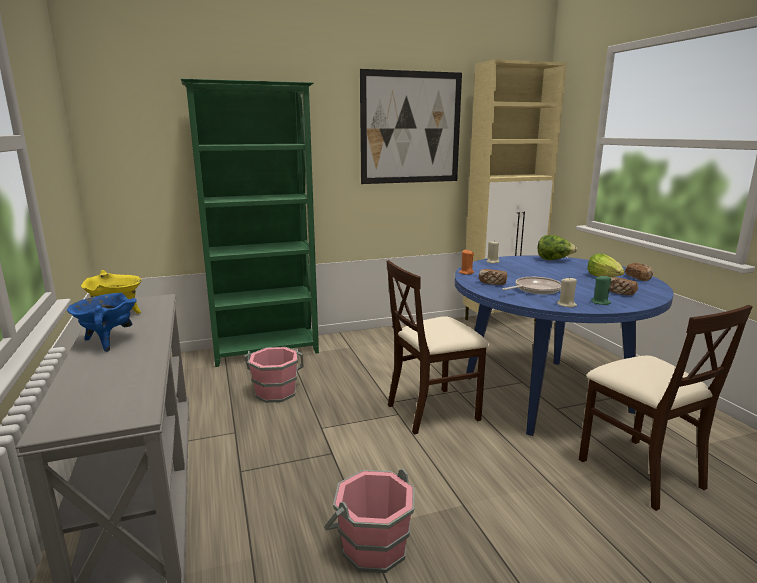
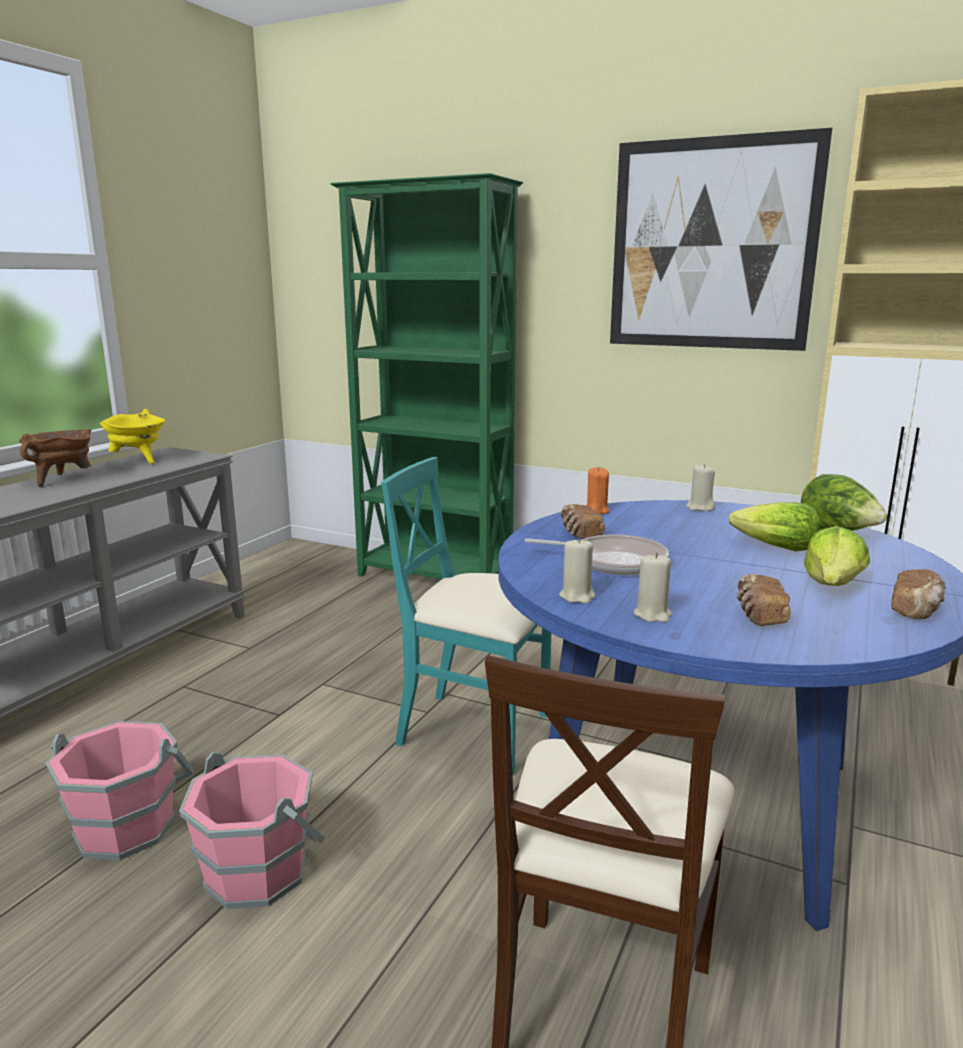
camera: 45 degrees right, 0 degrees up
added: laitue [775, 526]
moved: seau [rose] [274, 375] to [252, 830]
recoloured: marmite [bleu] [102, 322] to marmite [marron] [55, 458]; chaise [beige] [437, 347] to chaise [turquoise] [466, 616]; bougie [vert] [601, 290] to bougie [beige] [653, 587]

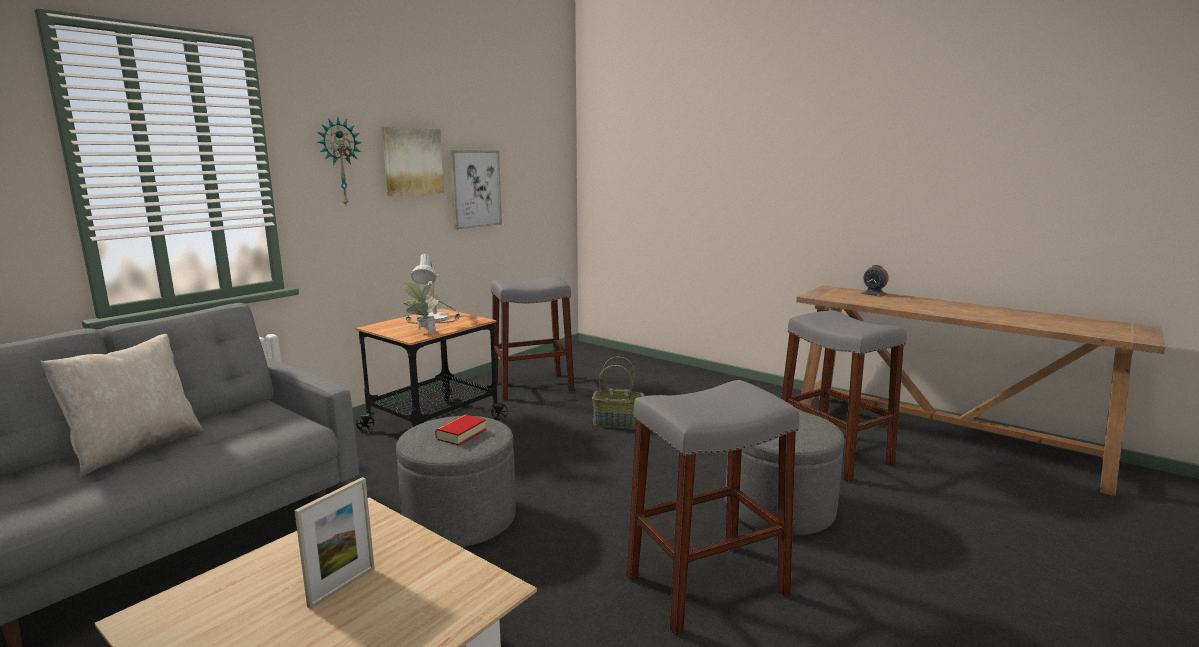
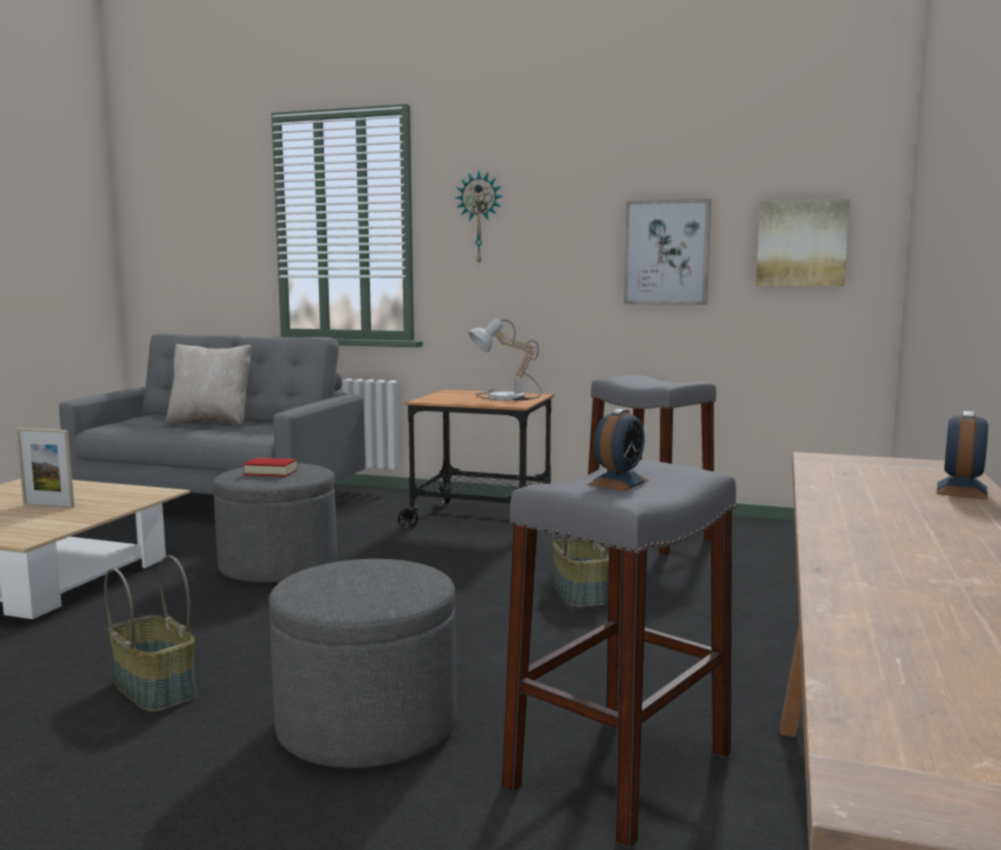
camera: 70 degrees right, 5 degrees down
removed: plante en pot [421, 307]
added: réveil [618, 450]
moved: tableau [413, 161] to [803, 242]
replaced: tabouret [gris] [713, 508] to panier [150, 633]

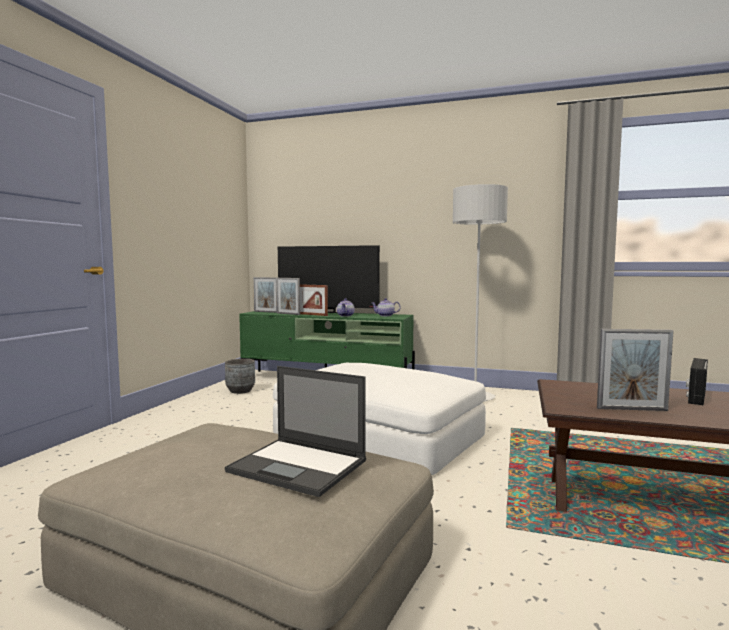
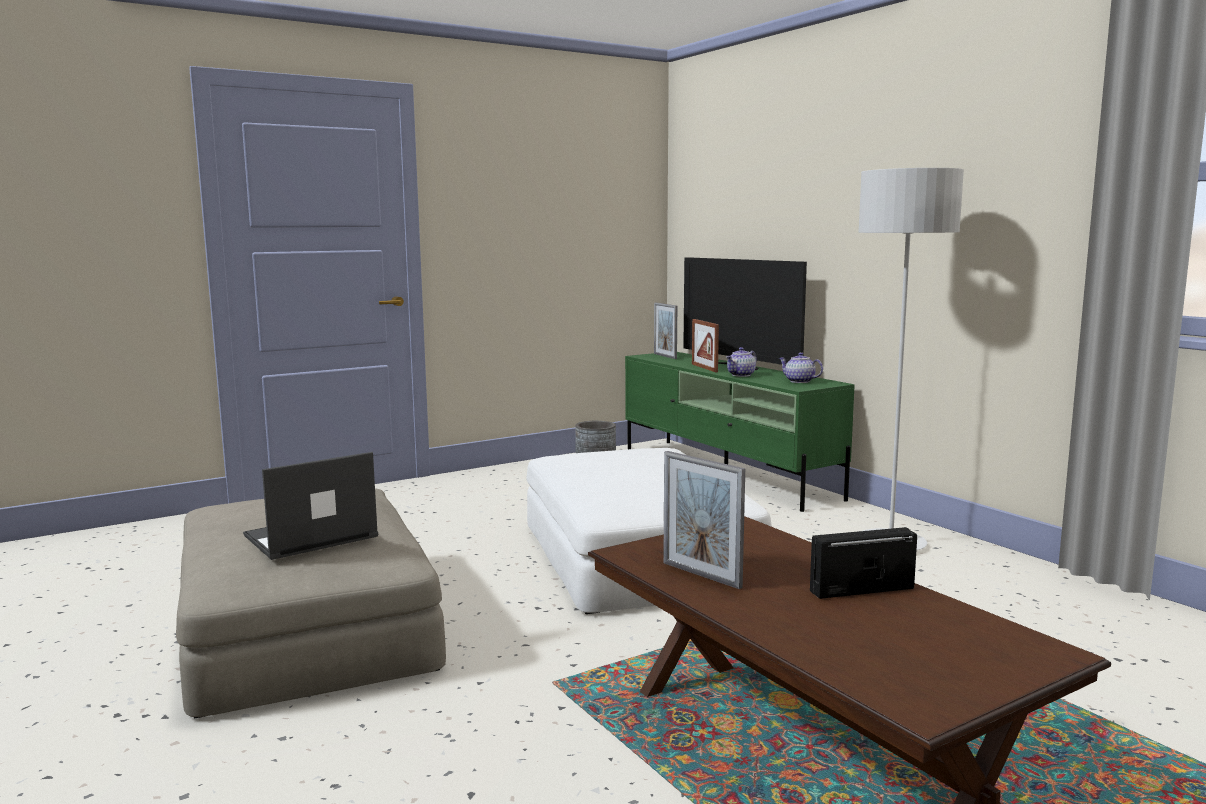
camera: 40 degrees right, 5 degrees up
removed: cadre photo [288, 296]
turned: ordinateur portable [295, 431] = [310, 506] 75 degrees clockwise

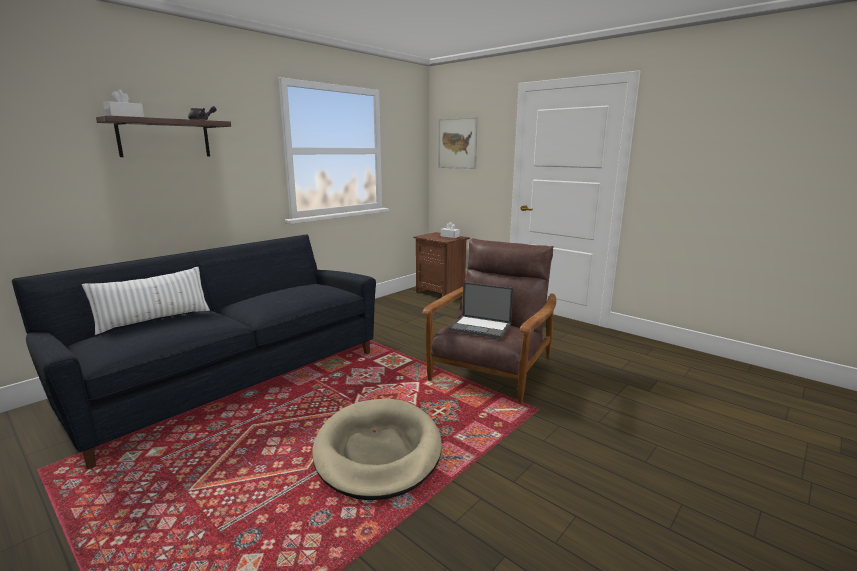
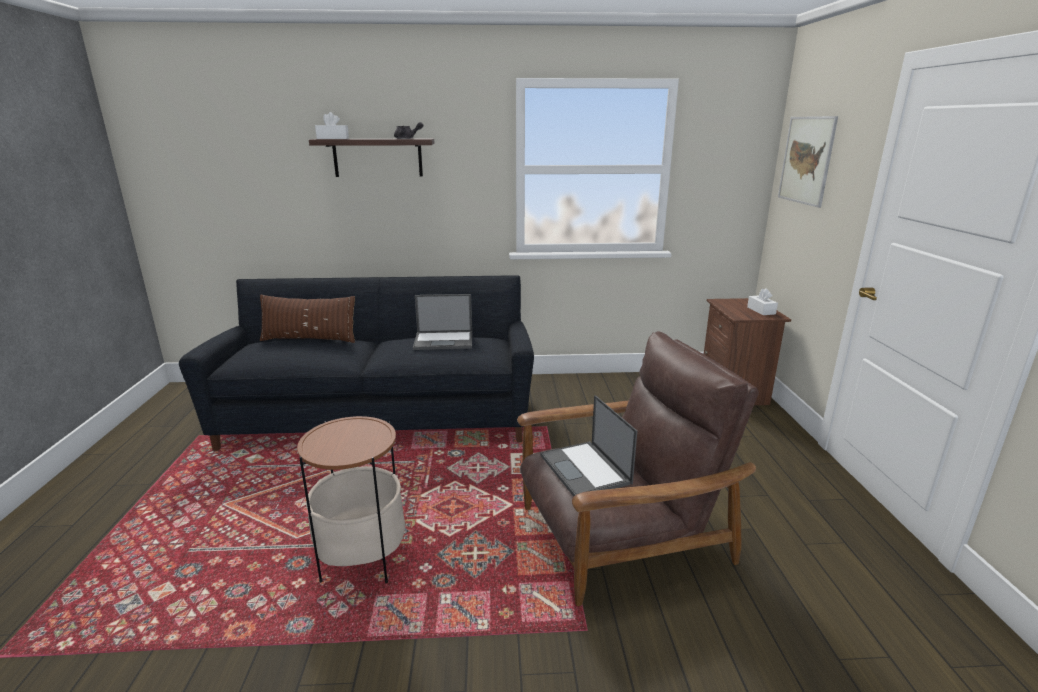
camera: 45 degrees right, 5 degrees up
added: ordinateur portable [442, 322]
replaced: panier pour chien [beige] [377, 449] to table d'appoint [351, 499]
recoloured: coussin [blanc] [146, 301] to coussin [marron] [307, 319]

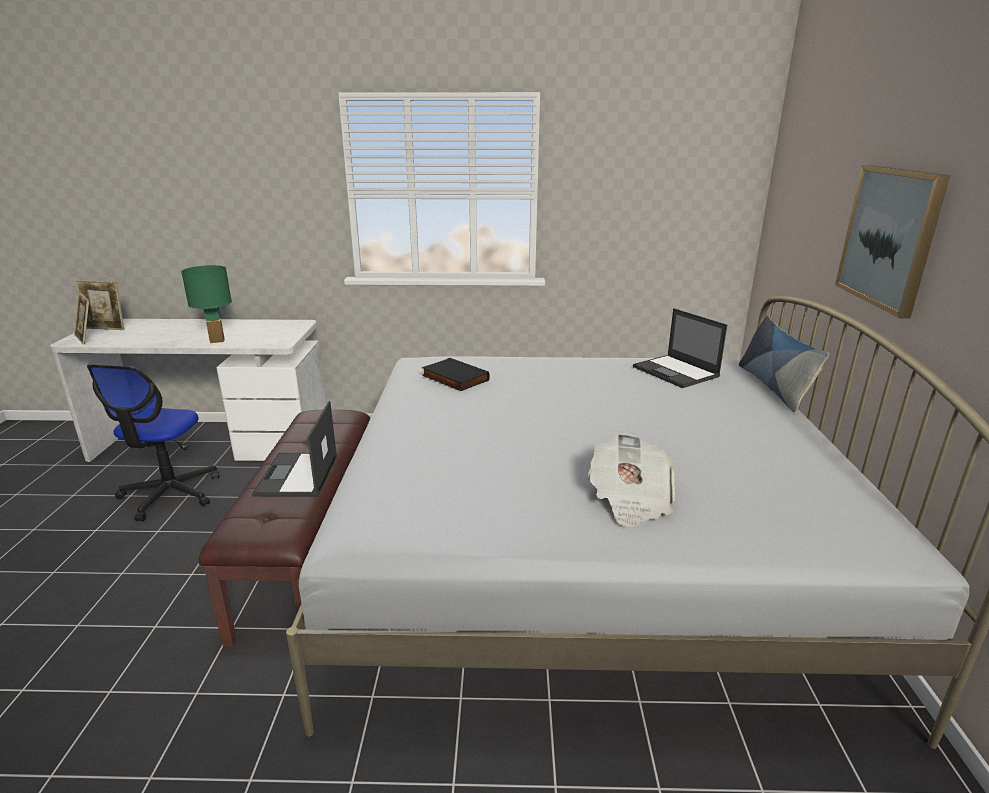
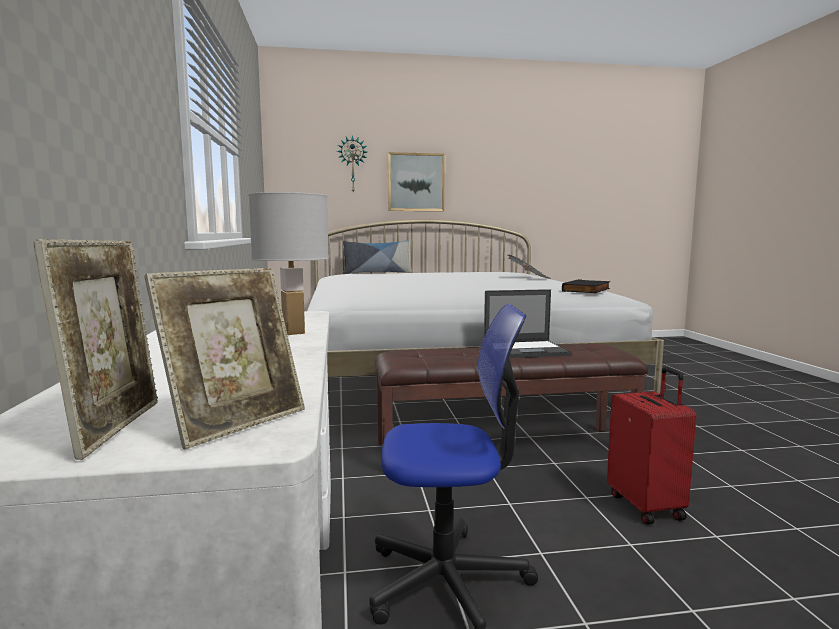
camera: 100 degrees left, 15 degrees down
removed: ordinateur portable [680, 348]
added: horloge murale [352, 164]; valise [rouge] [651, 446]
moved: livre [noir] [456, 374] to [586, 286]
recoloured: lampe de table [vert] [206, 304] to lampe de table [blanc] [288, 263]

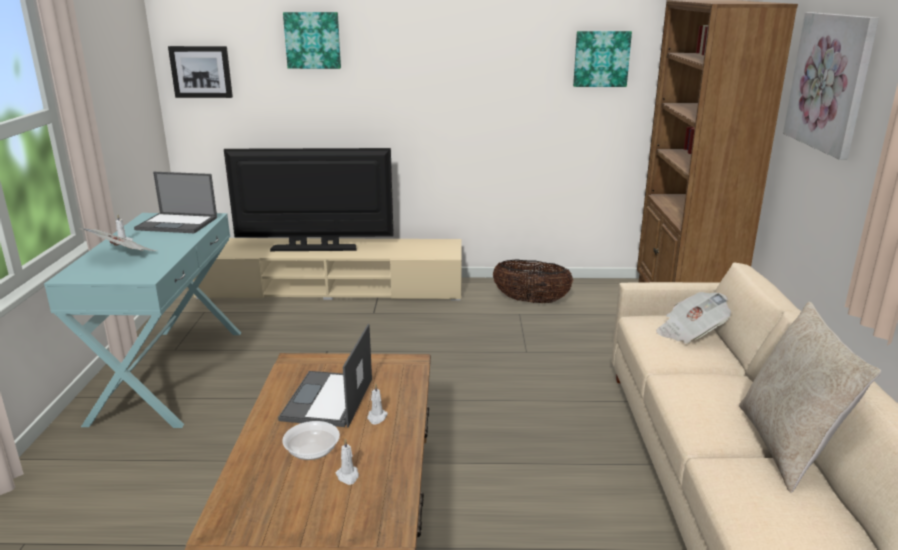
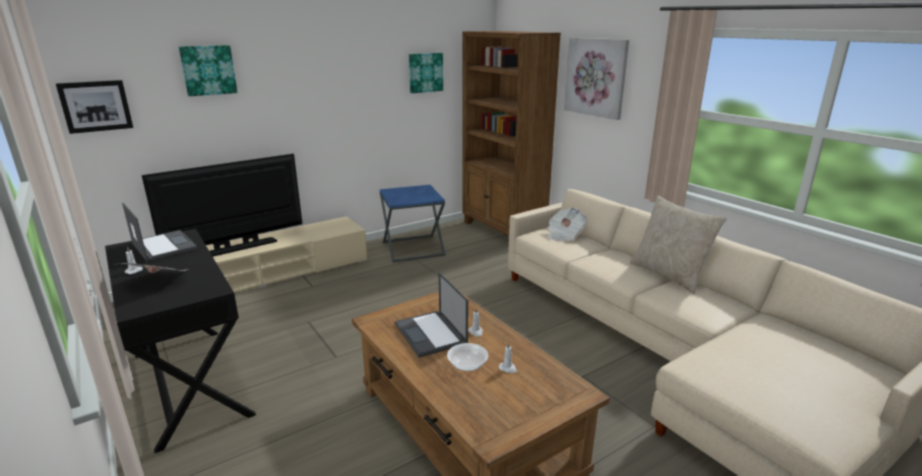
camera: 35 degrees left, 0 degrees up
replaced: panier [533, 281] to table d'appoint [bleu] [412, 223]
recoloured: table console [turquoise] [142, 320] to table console [noir] [180, 341]
turned: ordinateur portable [175, 202] = [160, 232] 105 degrees counterclockwise

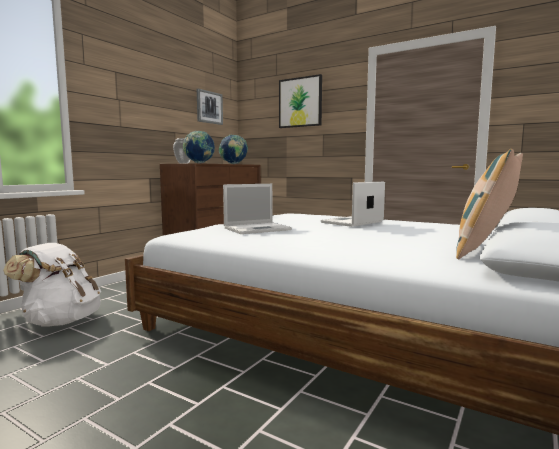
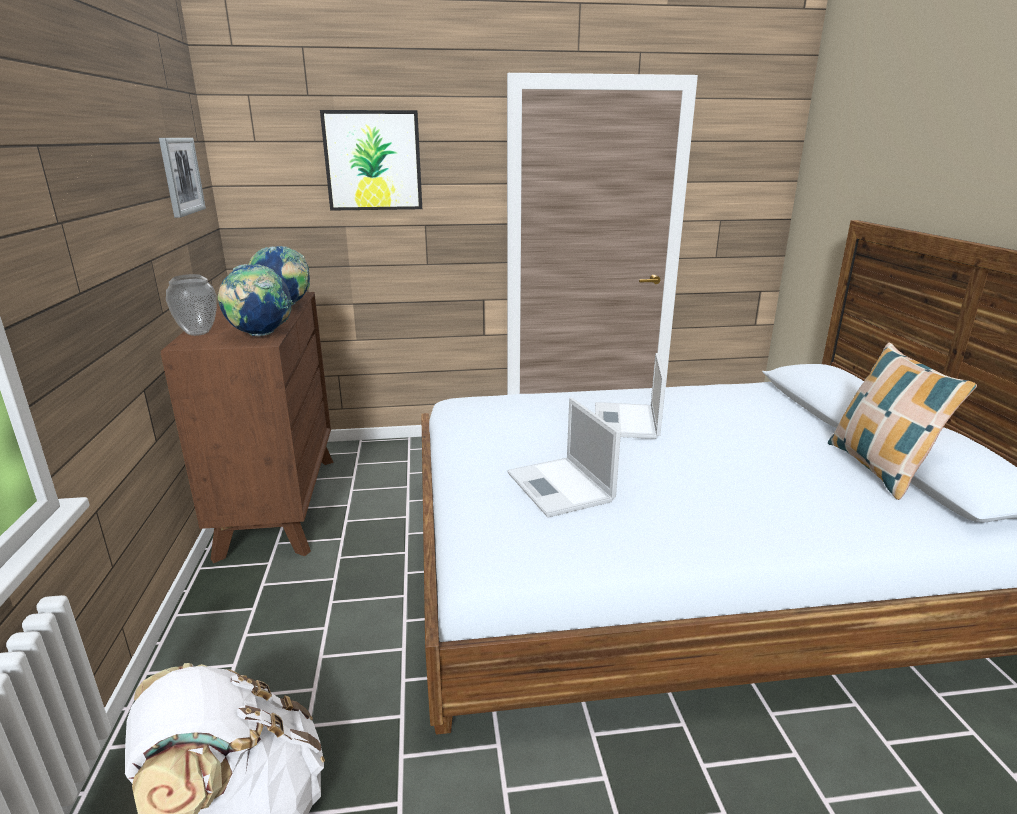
camera: 40 degrees left, 15 degrees up
turned: ordinateur portable [257, 209] = [564, 458] 135 degrees clockwise

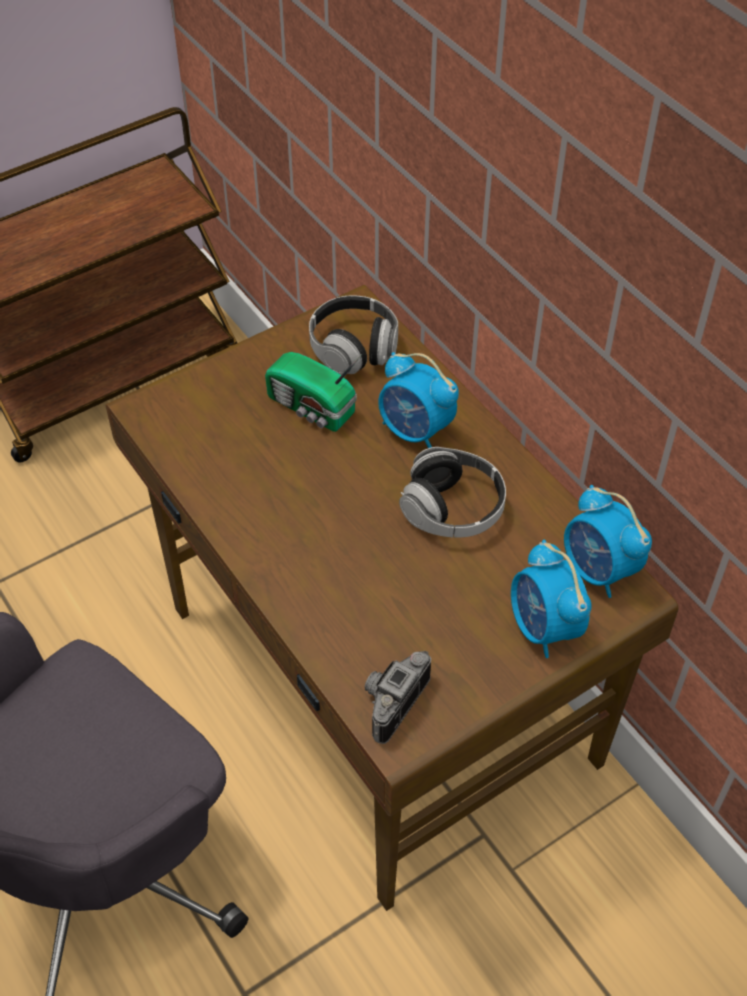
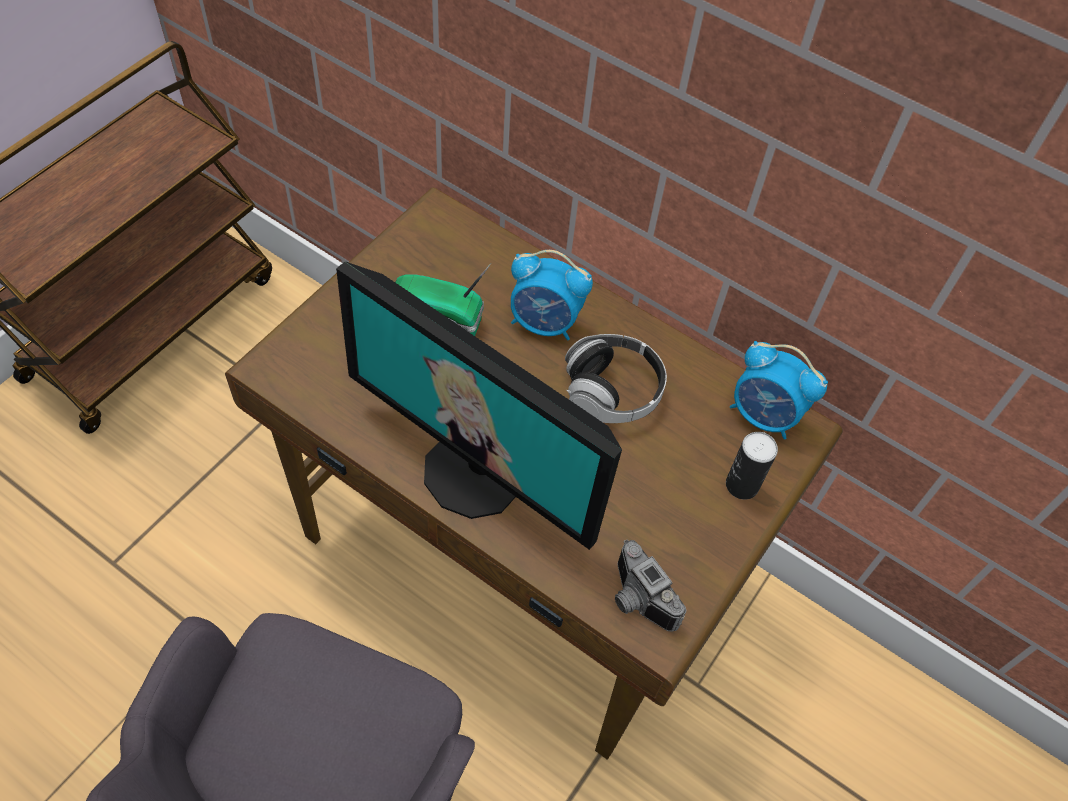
camera: 25 degrees left, 5 degrees up
removed: casque audio [353, 335]
added: écran d'ordinateur [479, 405]
replaced: réveil [551, 599] to boîte métallique [752, 466]
turned: appareil photo [398, 697] = [650, 585] 45 degrees counterclockwise

